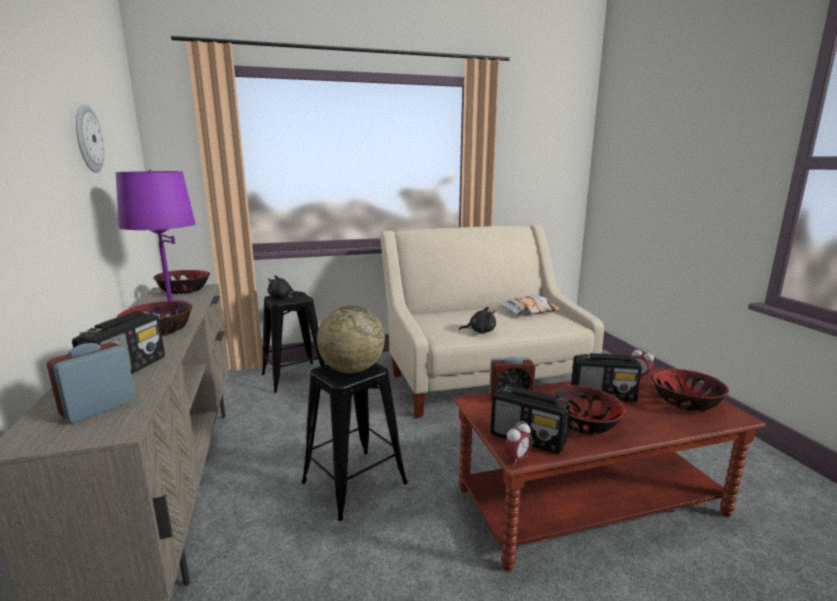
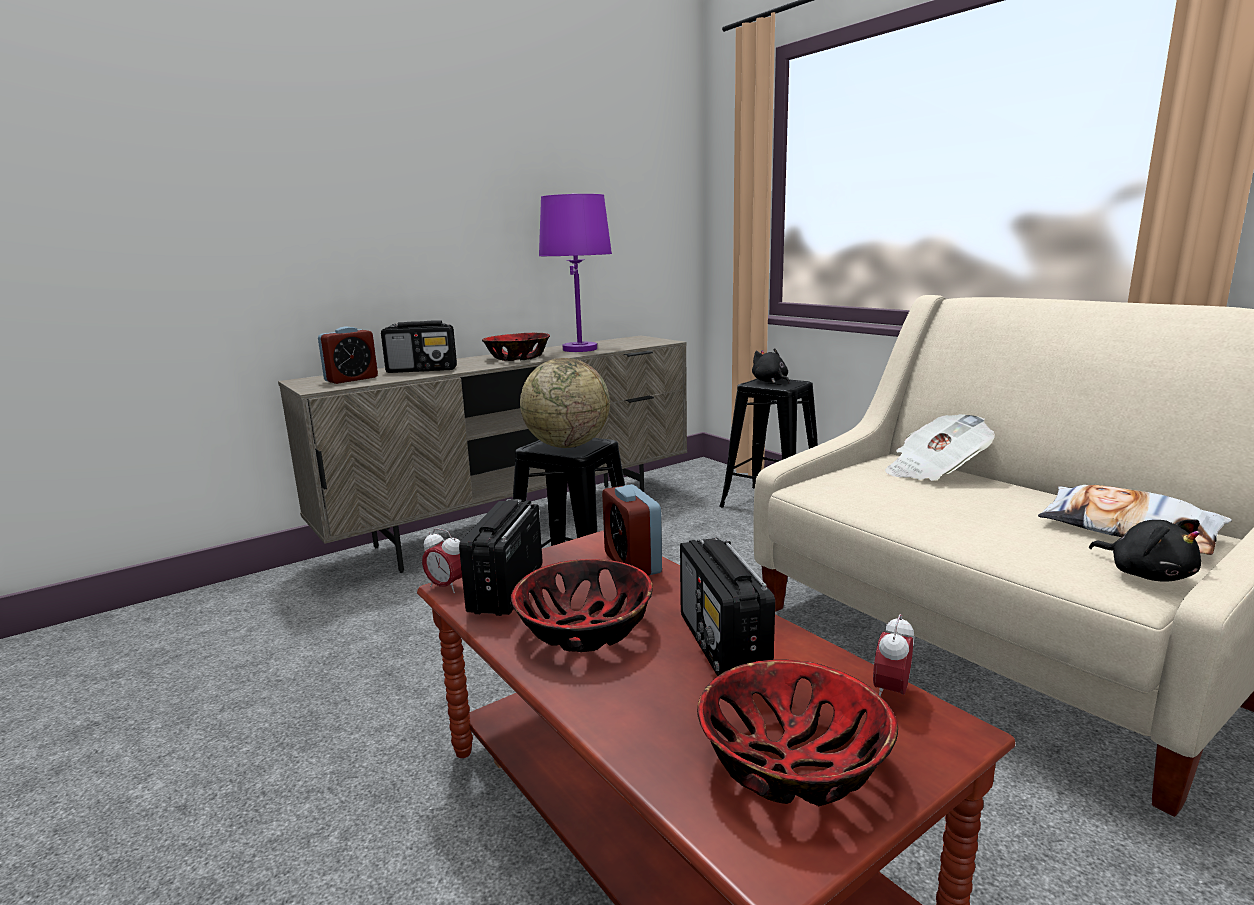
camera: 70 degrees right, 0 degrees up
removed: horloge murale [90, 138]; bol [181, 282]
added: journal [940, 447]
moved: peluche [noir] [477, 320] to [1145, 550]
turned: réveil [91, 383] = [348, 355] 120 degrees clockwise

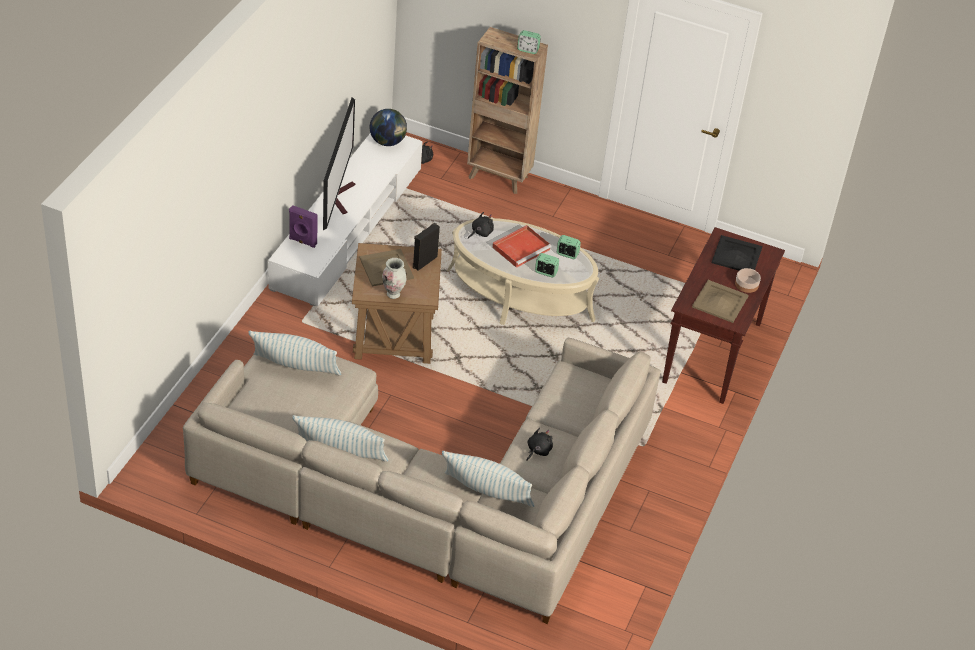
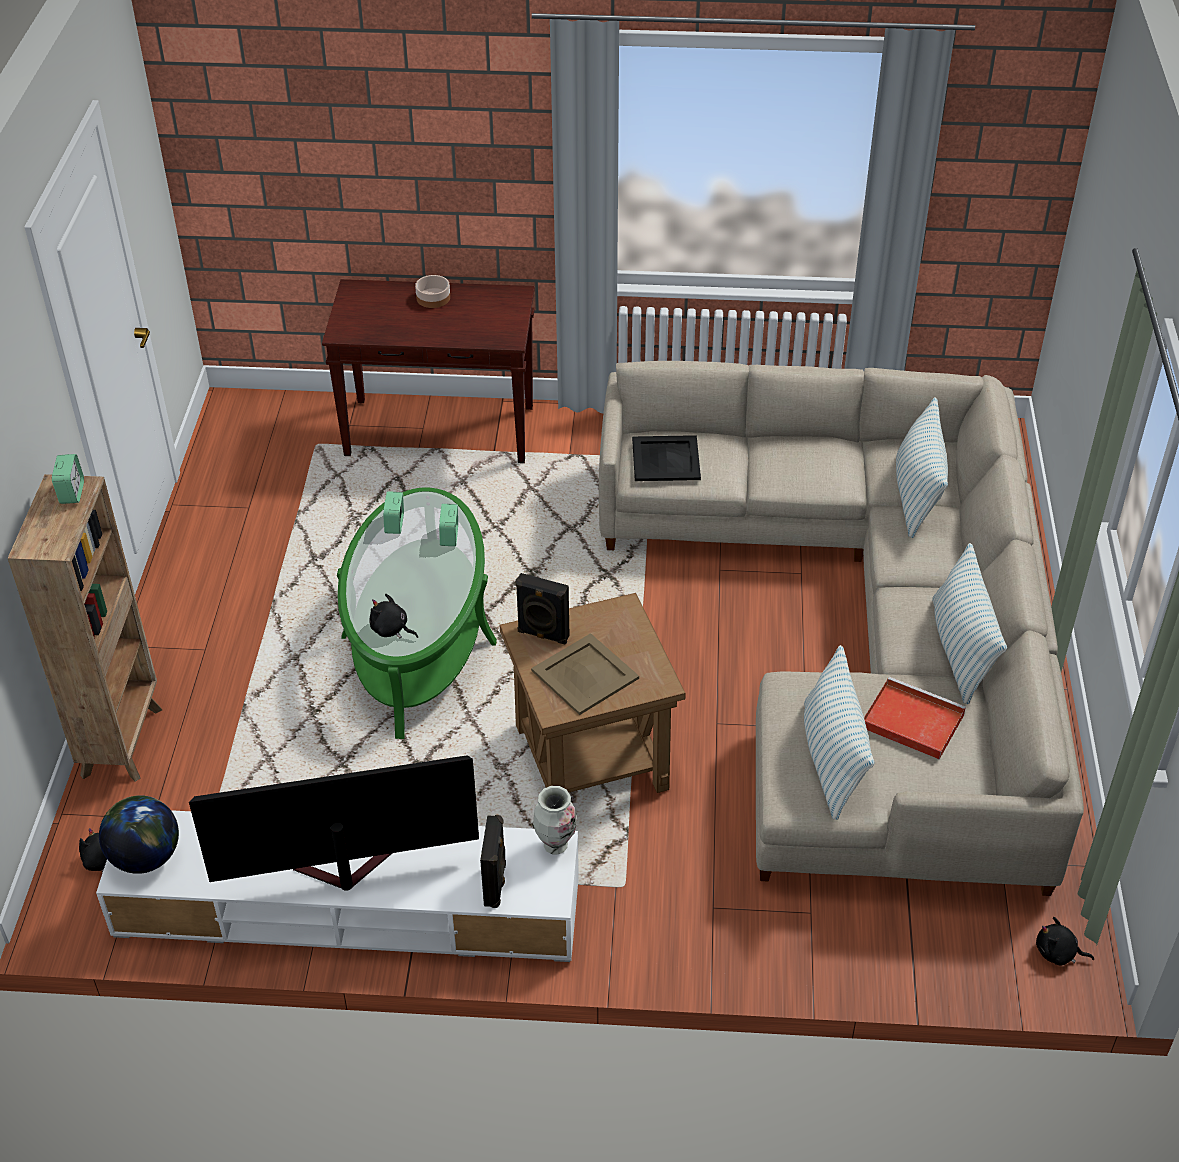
camera: 105 degrees left, 0 degrees up
removed: plateau [beige] [720, 301]
moved: vase [394, 278] to [555, 820]; plateau [rouge] [522, 246] to [915, 718]; peluche [noir] [539, 444] to [1065, 941]; plateau [noir] [737, 252] to [666, 458]
recoloured: enceinte [violet] [303, 226] to enceinte [noir] [493, 861]; table basse [beige] [523, 271] to table basse [vert] [417, 613]

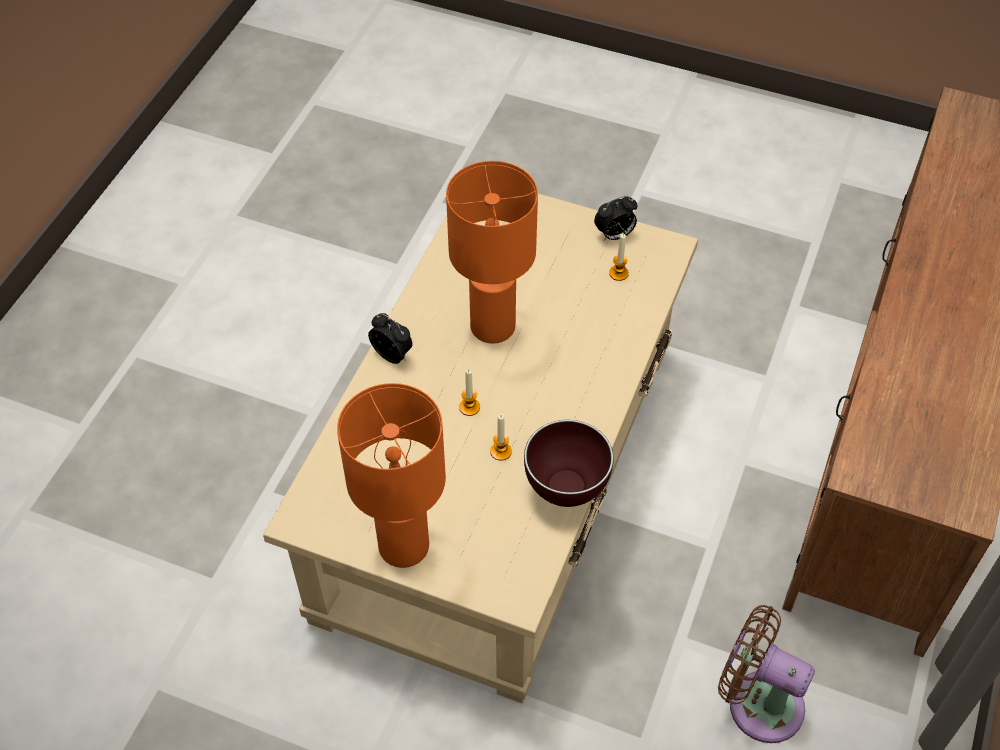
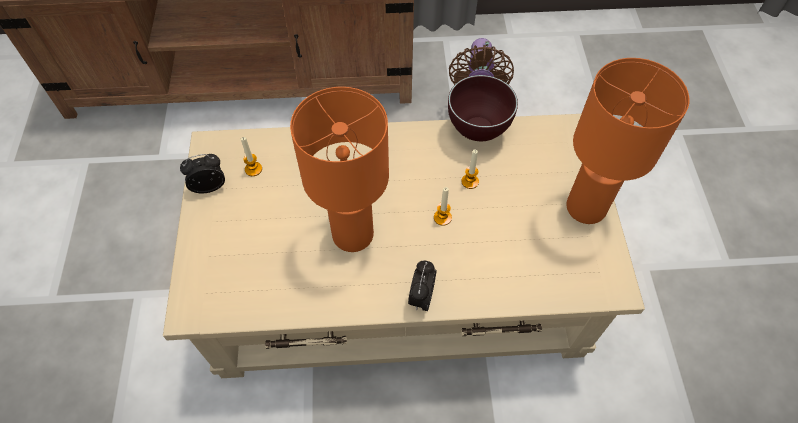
camera: 115 degrees left, 5 degrees up
turned: réveil [616, 218] = [202, 173] 60 degrees counterclockwise

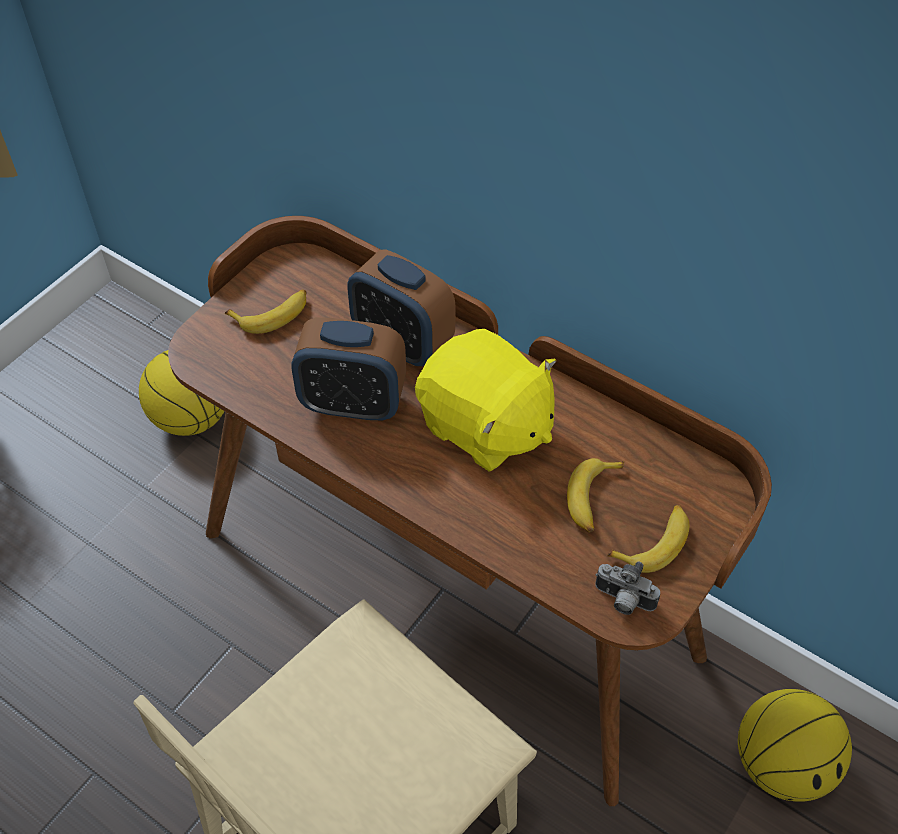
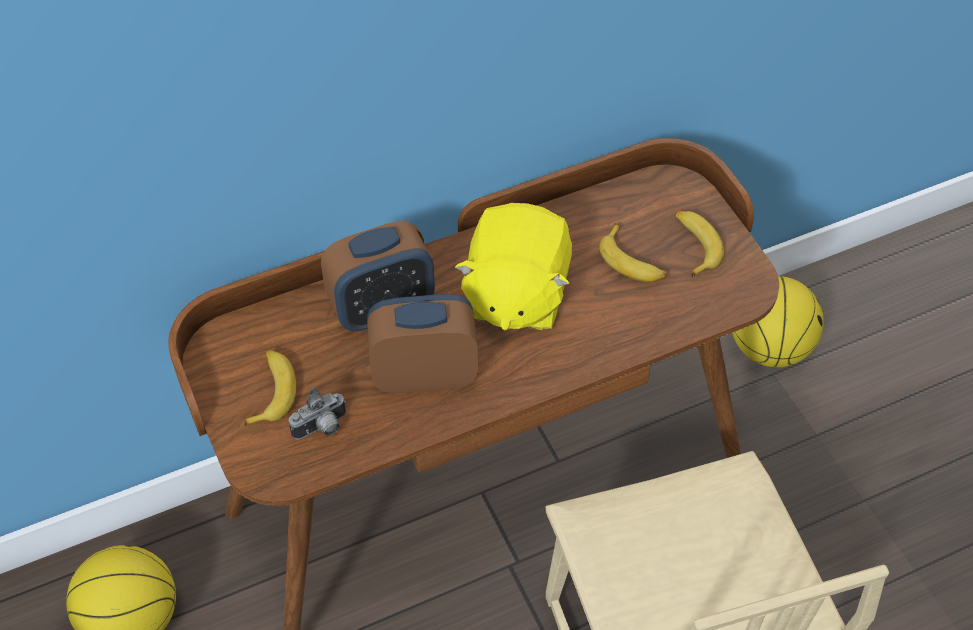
camera: 60 degrees left, 0 degrees up
moved: appareil photo [627, 588] to [317, 413]
turned: réveil [349, 370] = [422, 343] 135 degrees counterclockwise; peluche [jaune] [485, 400] = [513, 267] 120 degrees clockwise

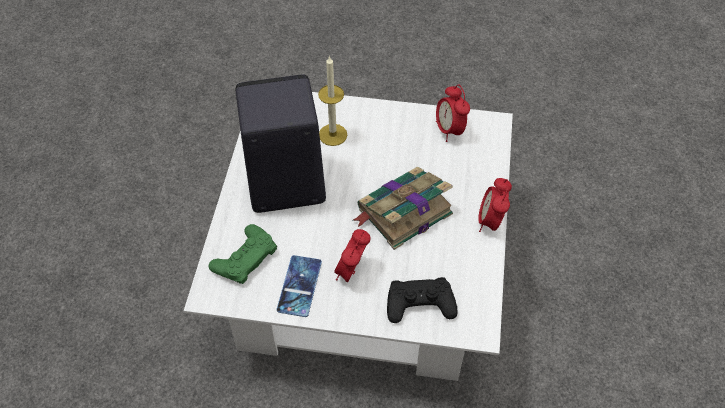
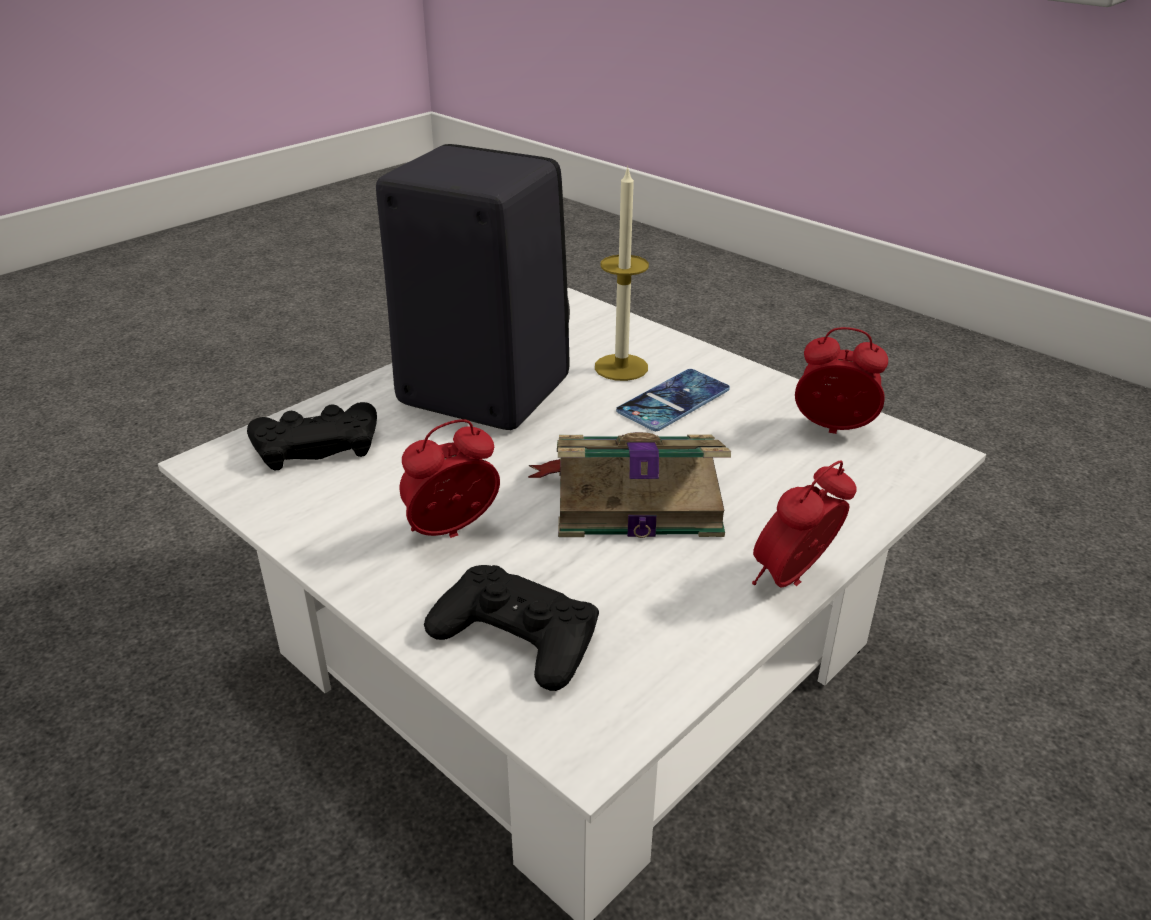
camera: 35 degrees right, 20 degrees down
moved: téléphone [299, 286] to [673, 400]
recoloured: manette [vert] [242, 254] to manette [noir] [312, 436]
turned: réveil [453, 113] = [841, 380] 90 degrees clockwise

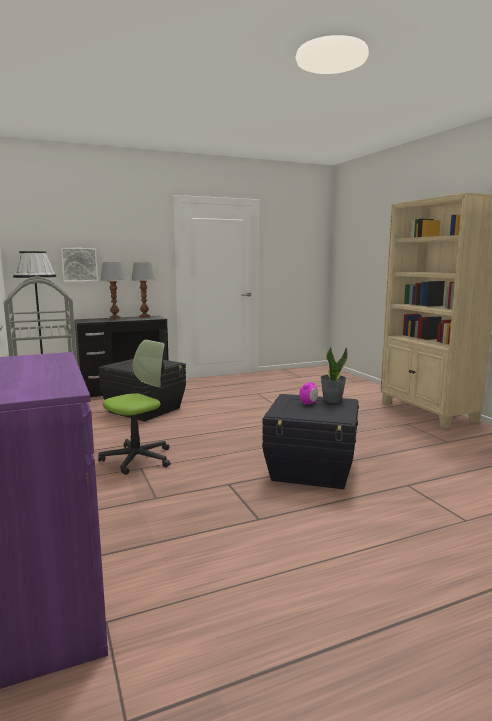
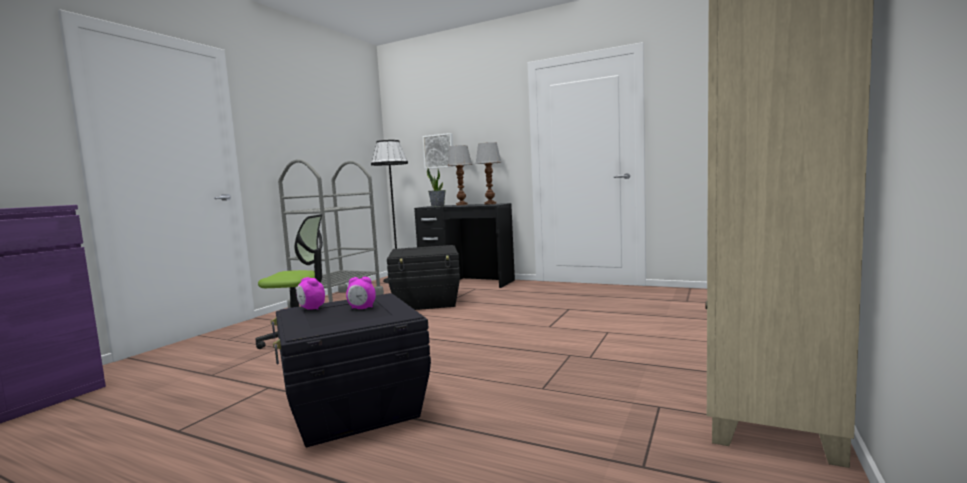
camera: 50 degrees right, 5 degrees down
added: réveil [310, 293]
moved: plante en pot [334, 375] to [436, 187]

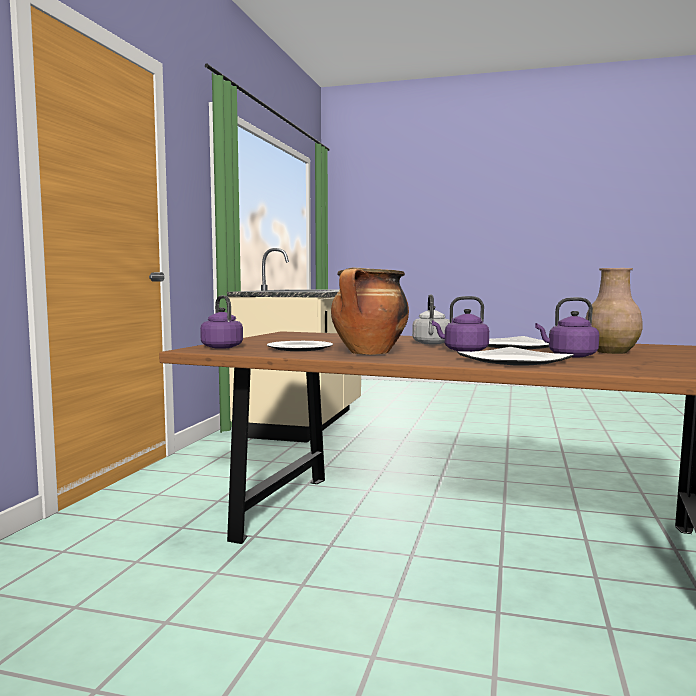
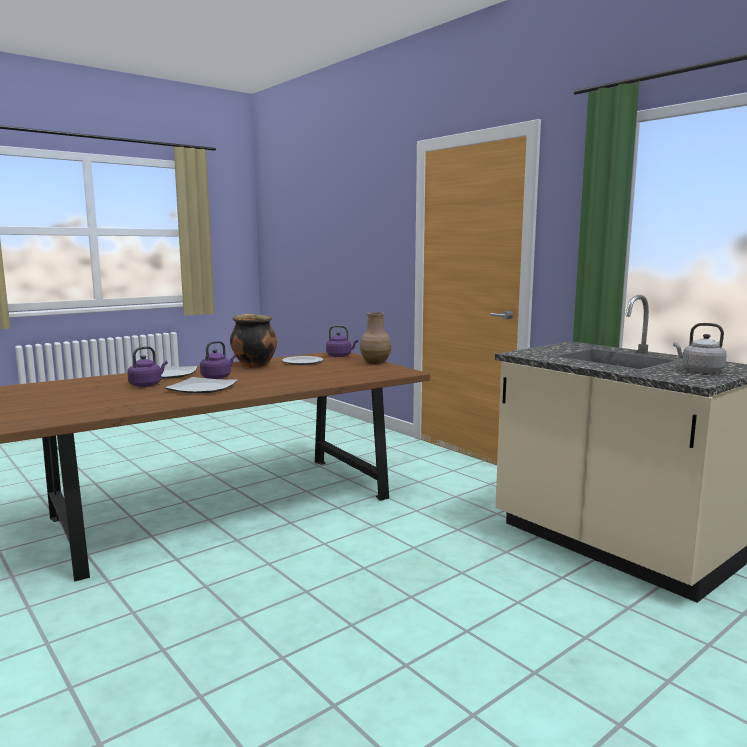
camera: 125 degrees right, 5 degrees up
moved: bouilloire [gris] [431, 319] to [700, 348]; vase [marron] [614, 311] to [375, 338]

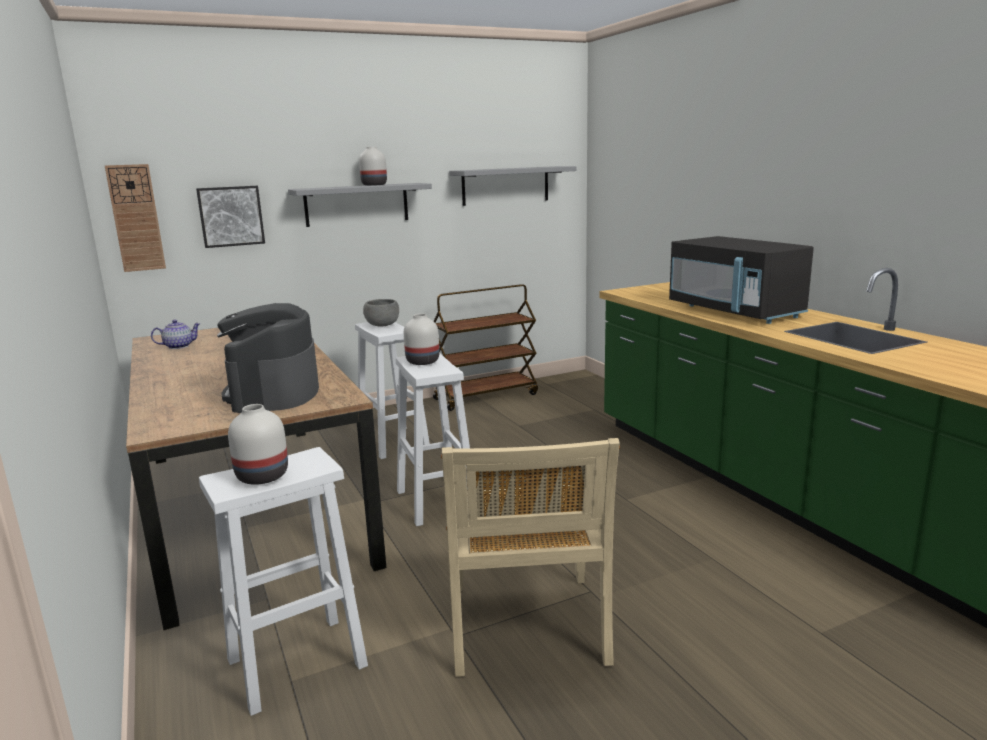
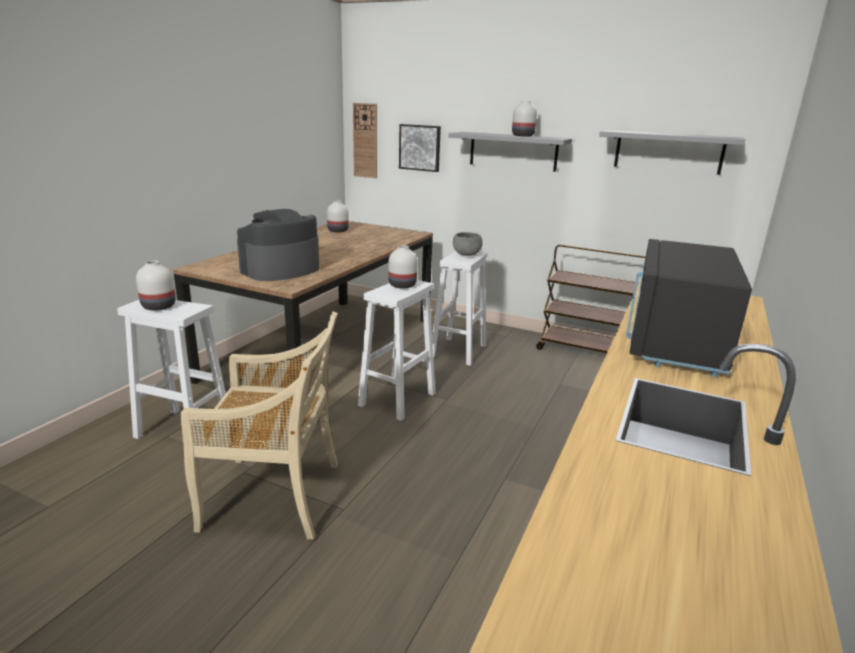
camera: 50 degrees right, 5 degrees up
replaced: théière [176, 334] to vase [blanc] [338, 216]
turned: chaise [beige] [530, 557] = [259, 425] 135 degrees counterclockwise

